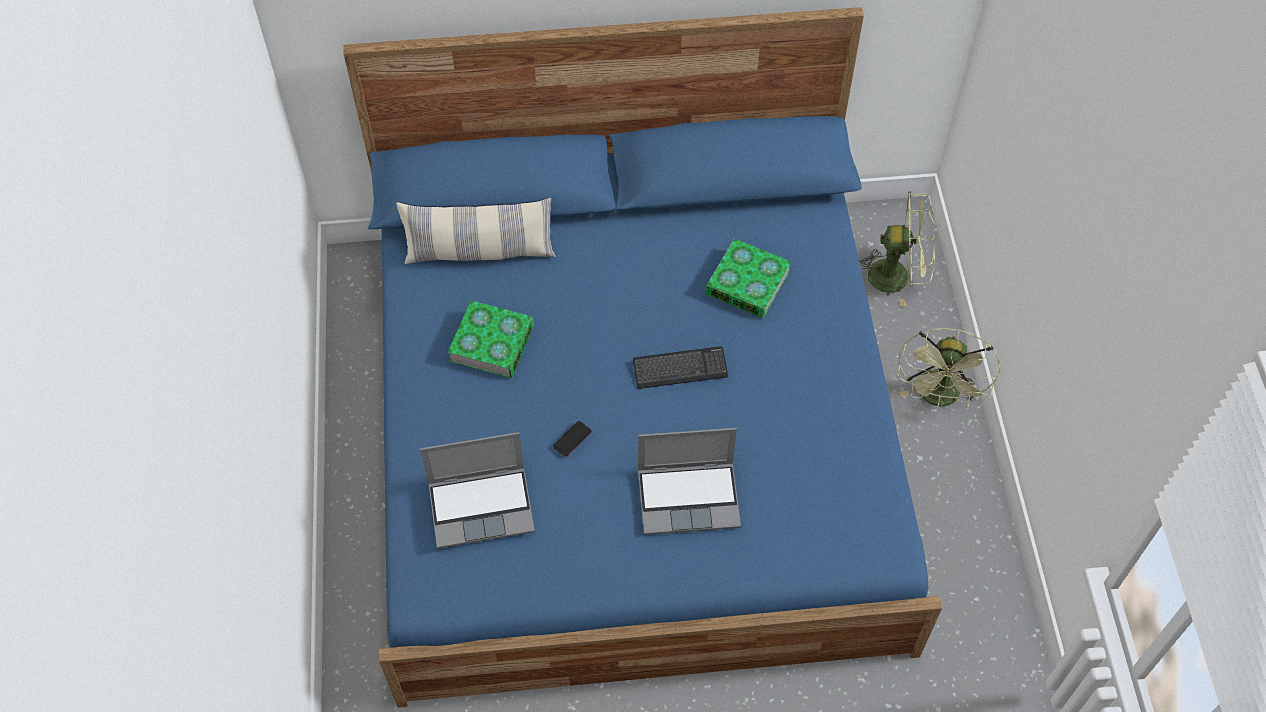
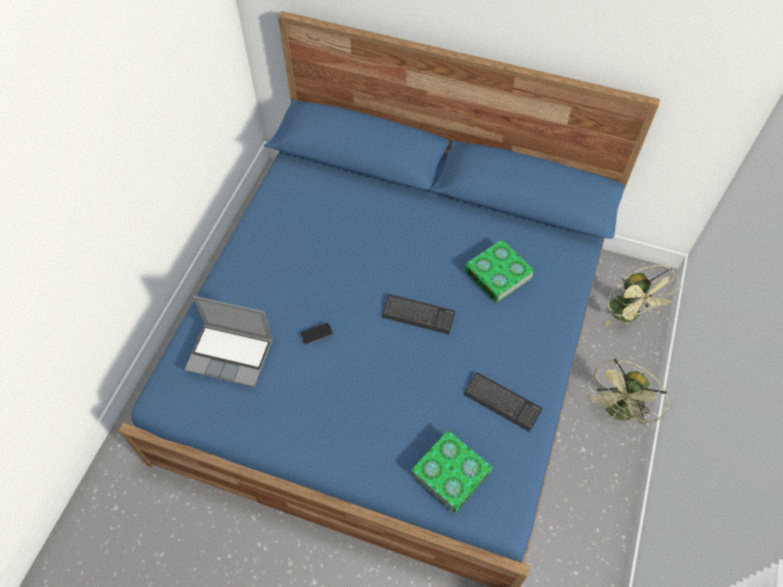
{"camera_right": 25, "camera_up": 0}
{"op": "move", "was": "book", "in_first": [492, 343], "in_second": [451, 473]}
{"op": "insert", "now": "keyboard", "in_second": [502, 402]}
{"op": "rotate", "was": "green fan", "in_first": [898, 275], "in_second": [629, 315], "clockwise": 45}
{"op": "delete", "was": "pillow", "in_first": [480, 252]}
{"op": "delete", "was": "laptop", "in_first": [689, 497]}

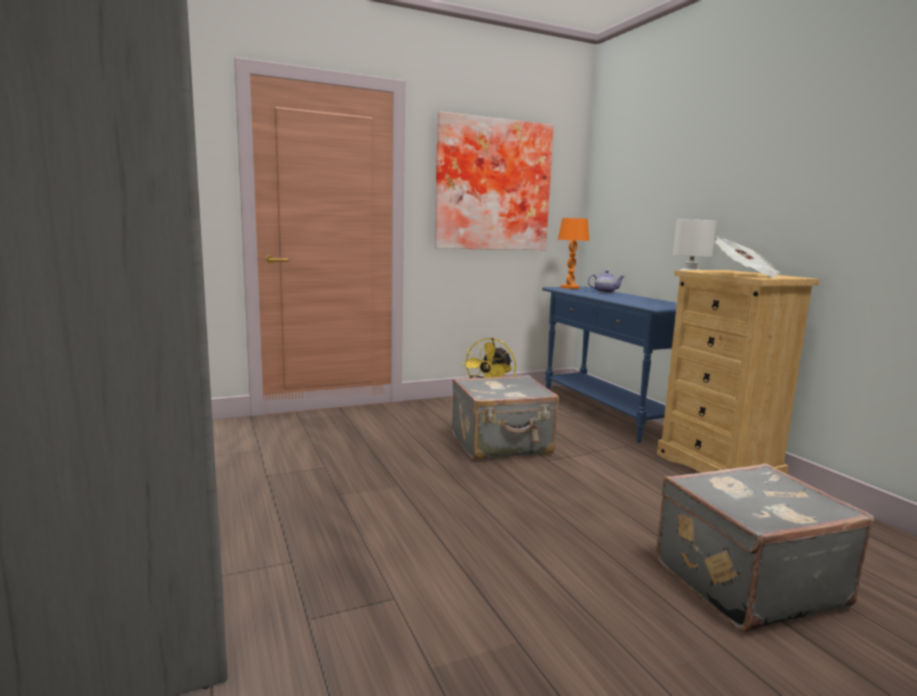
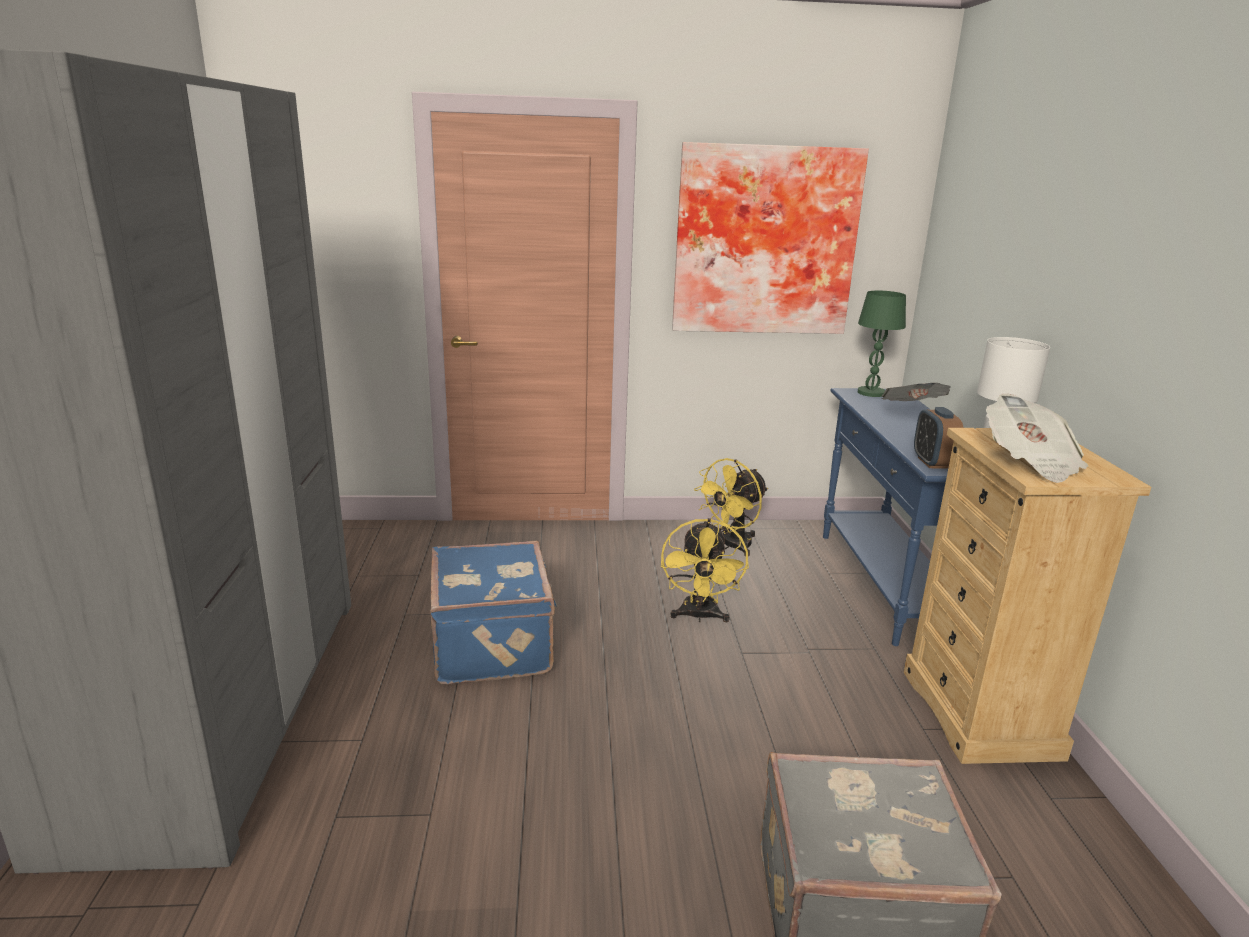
{"camera_right": 20, "camera_up": 10}
{"op": "insert", "now": "blue suitcase", "in_second": [494, 644]}
{"op": "replace", "was": "grey suitcase", "now": "yellow fan", "in_first": [502, 445], "in_second": [699, 616]}
{"op": "recolor", "was": "orange table lamp", "now": "green table lamp", "in_first": [570, 287], "in_second": [871, 393]}
{"op": "replace", "was": "teapot", "now": "newspaper", "in_first": [604, 291], "in_second": [911, 410]}
{"op": "insert", "now": "alarm clock", "in_second": [932, 462]}

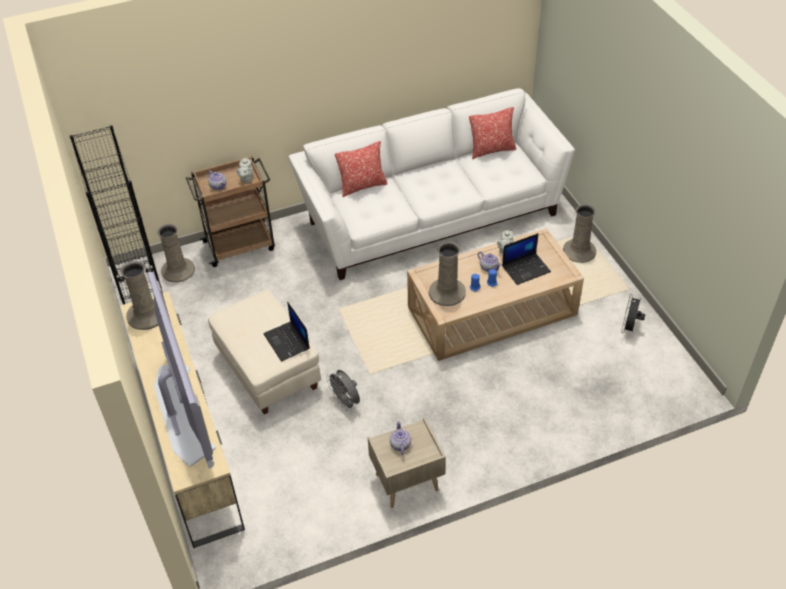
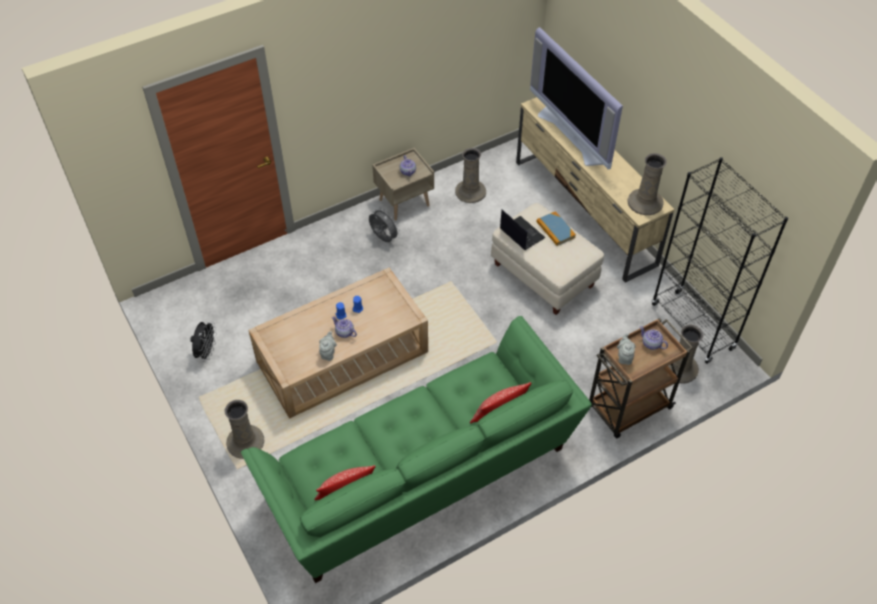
{"camera_right": 170, "camera_up": 5}
{"op": "recolor", "was": "white sofa", "now": "green sofa", "in_first": [431, 214], "in_second": [420, 478]}
{"op": "move", "was": "grey fan", "in_first": [346, 402], "in_second": [383, 238]}
{"op": "move", "was": "beige vase", "in_first": [446, 292], "in_second": [470, 192]}
{"op": "insert", "now": "book", "in_second": [555, 230]}
{"op": "delete", "was": "laptop", "in_first": [526, 268]}

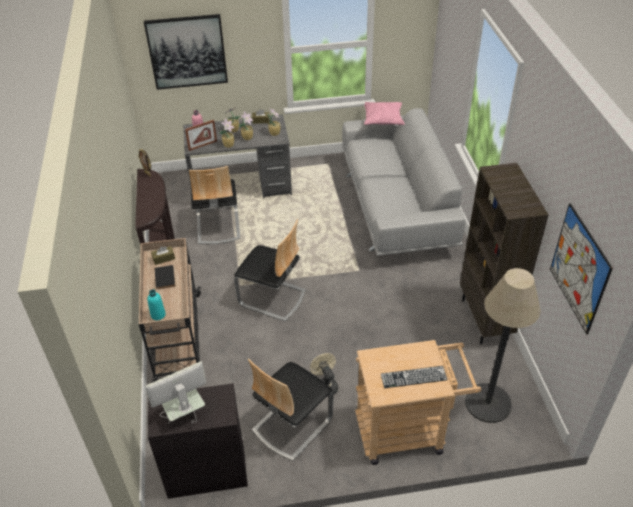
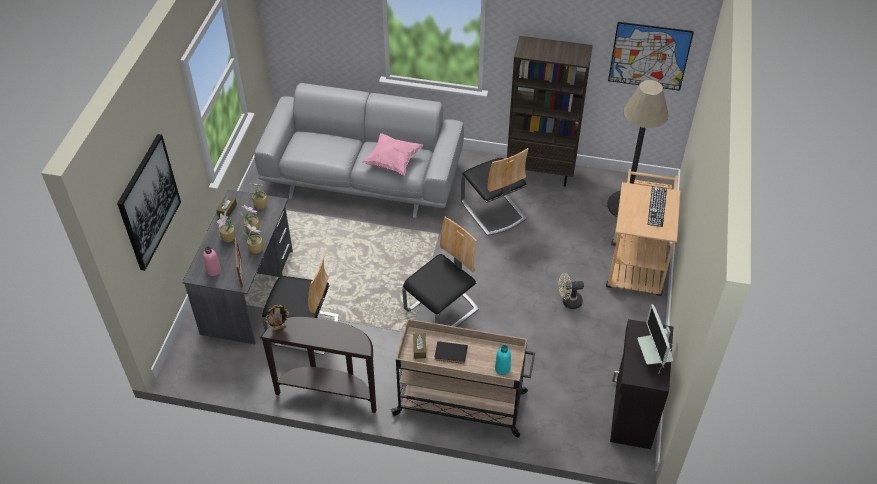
{"camera_right": -70, "camera_up": 5}
{"op": "move", "was": "pink pillow", "in_first": [383, 121], "in_second": [392, 161]}
{"op": "move", "was": "chair", "in_first": [291, 424], "in_second": [493, 211]}

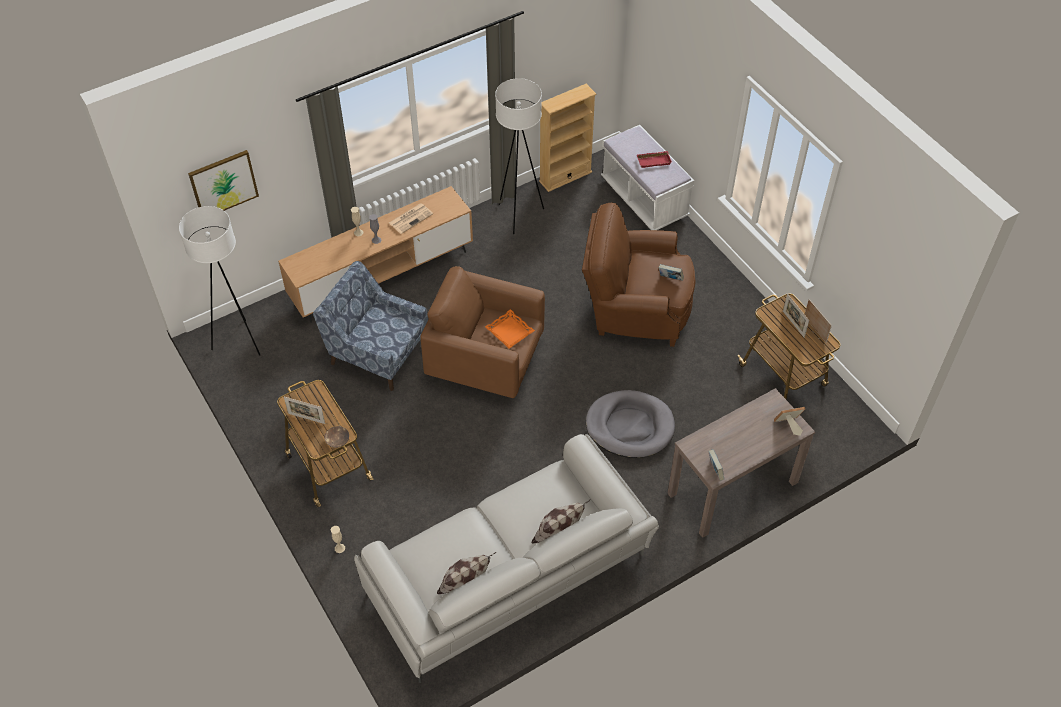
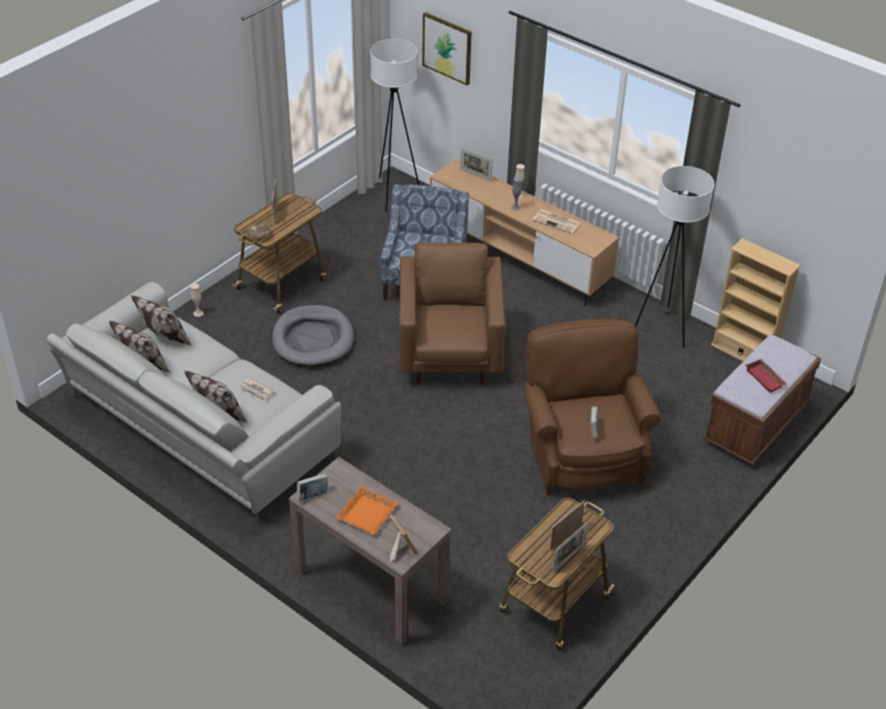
{"camera_right": 70, "camera_up": -10}
{"op": "insert", "now": "pillow", "in_second": [165, 340]}
{"op": "insert", "now": "newspaper", "in_second": [257, 391]}
{"op": "move", "was": "grey dog bed", "in_first": [630, 426], "in_second": [313, 339]}
{"op": "move", "was": "orange tray", "in_first": [509, 331], "in_second": [367, 513]}
{"op": "insert", "now": "picture frame", "in_second": [475, 175]}
{"op": "recolor", "was": "white bench", "now": "brown bench", "in_first": [644, 199], "in_second": [755, 425]}

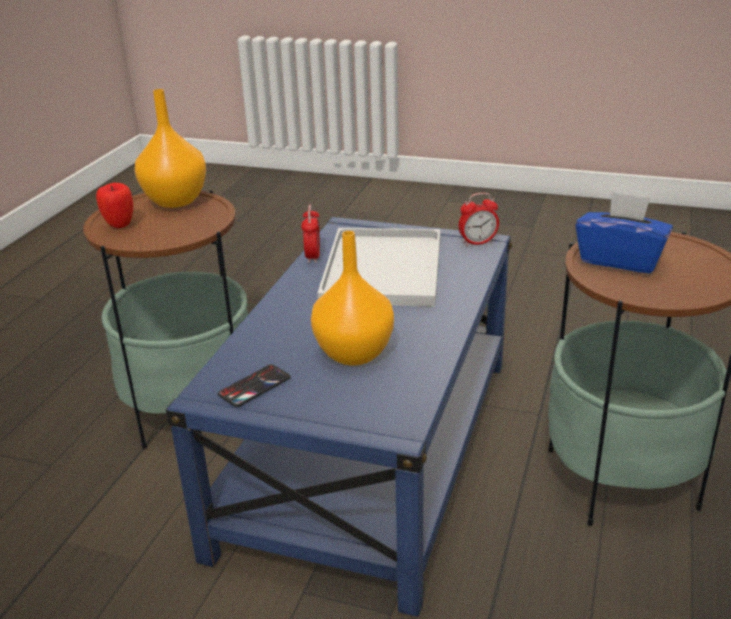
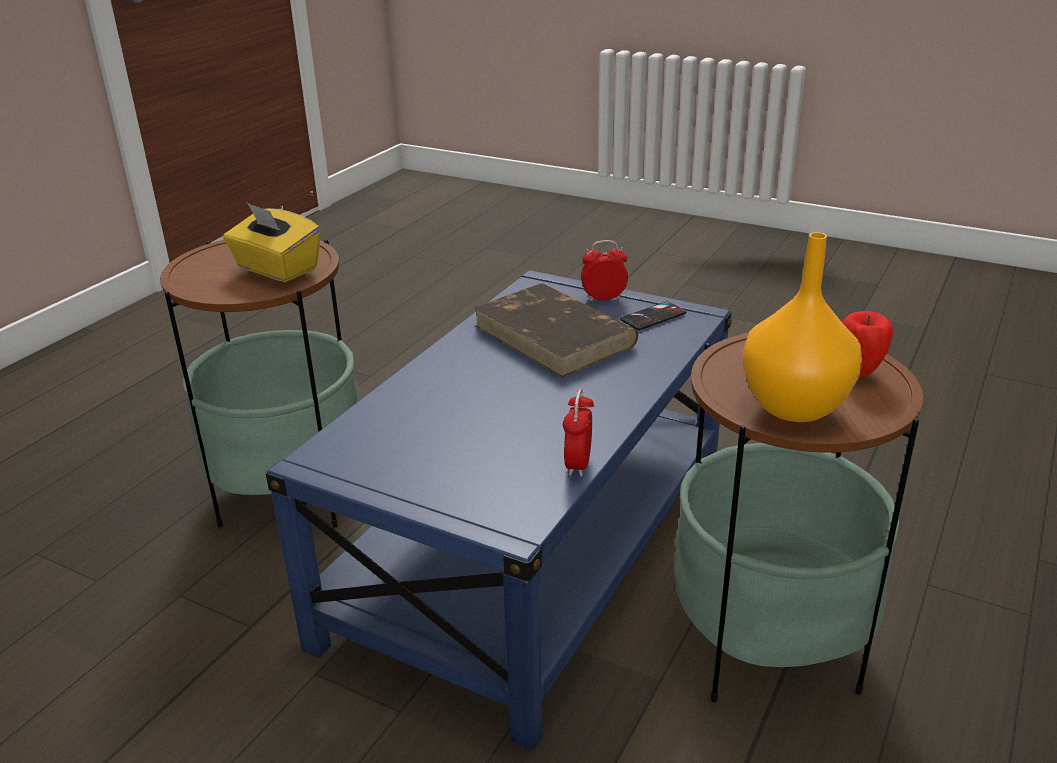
{"camera_right": -170, "camera_up": 0}
{"op": "recolor", "was": "blue tissue box", "now": "yellow tissue box", "in_first": [620, 259], "in_second": [276, 269]}
{"op": "replace", "was": "orange vase", "now": "brown book", "in_first": [354, 352], "in_second": [555, 336]}
{"op": "move", "was": "alarm clock", "in_first": [477, 243], "in_second": [604, 298]}
{"op": "delete", "was": "white tray", "in_first": [381, 267]}

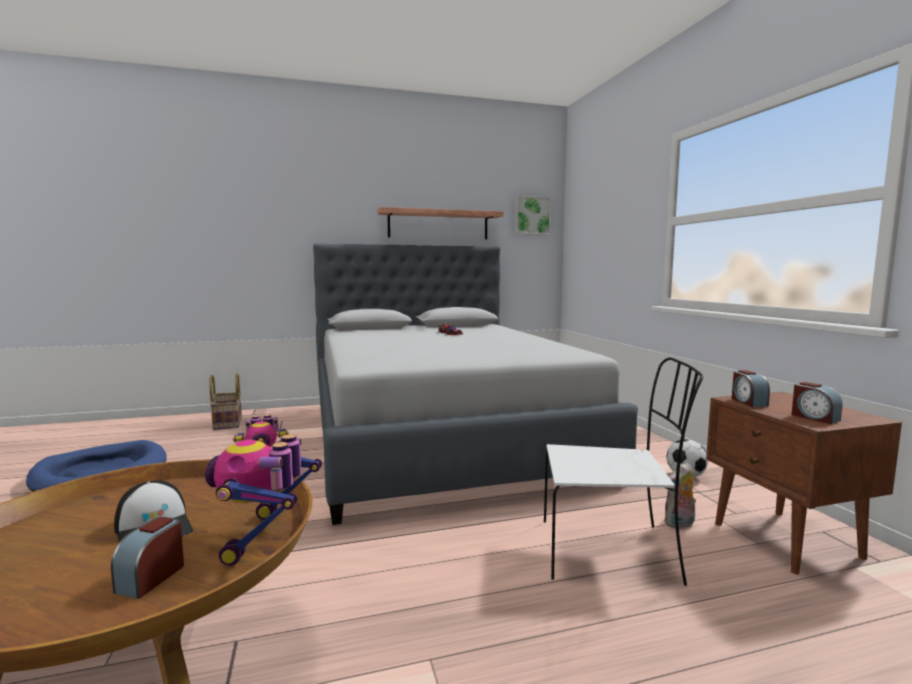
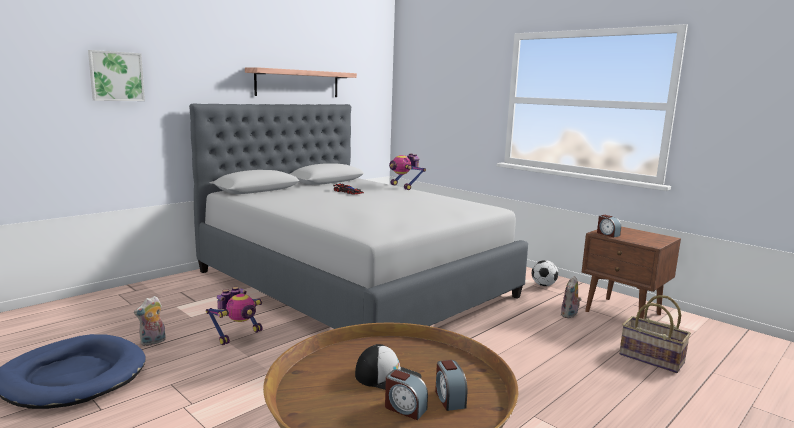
{"camera_right": -30, "camera_up": 5}
{"op": "move", "was": "picture", "in_first": [532, 216], "in_second": [116, 76]}
{"op": "insert", "now": "plush toy", "in_second": [153, 342]}
{"op": "move", "was": "alarm clock", "in_first": [814, 417], "in_second": [404, 408]}
{"op": "move", "was": "toy robot", "in_first": [265, 537], "in_second": [404, 187]}
{"op": "move", "was": "basket", "in_first": [227, 422], "in_second": [650, 359]}
{"op": "delete", "was": "white chair", "in_first": [611, 551]}

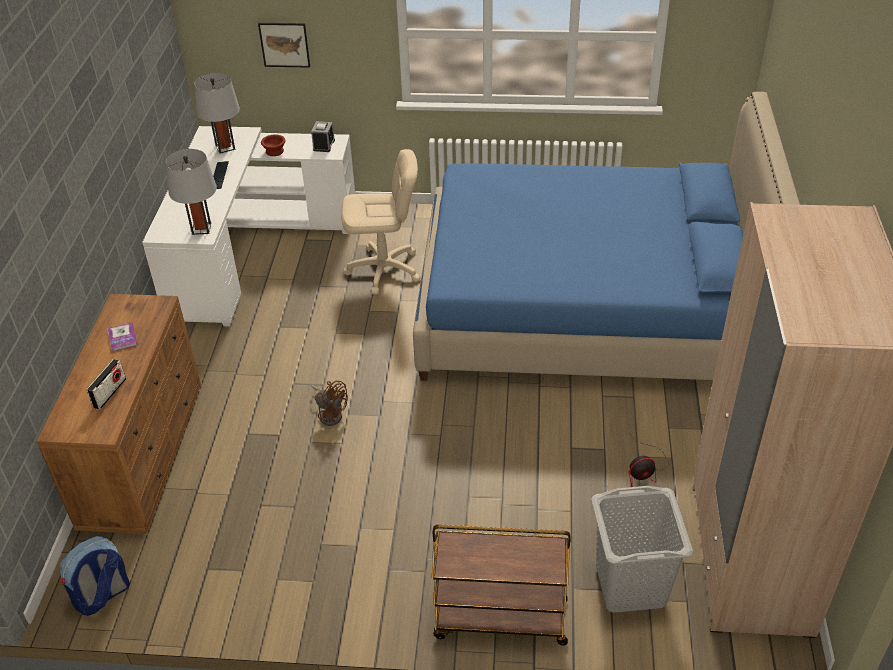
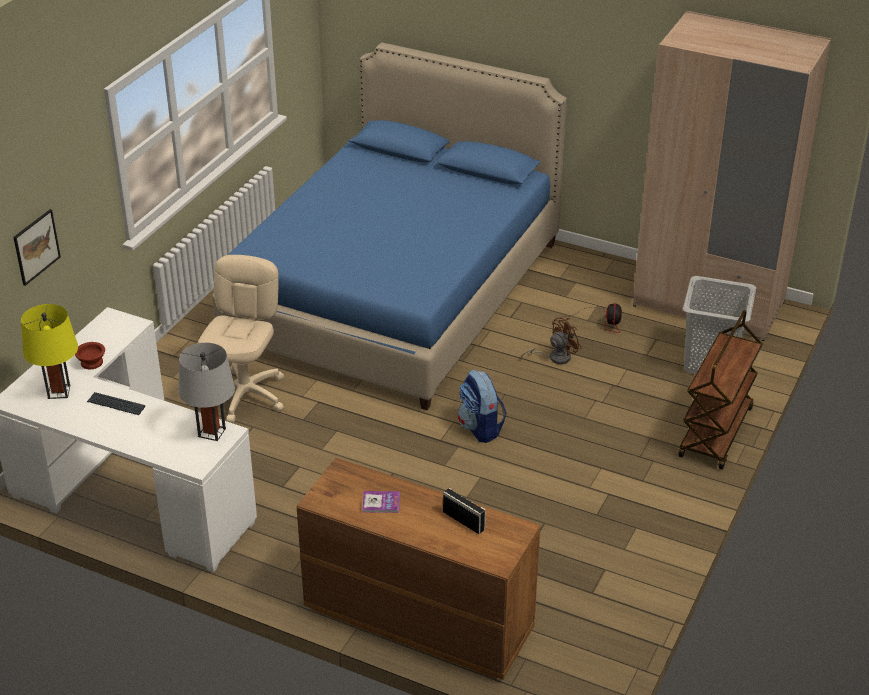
{"camera_right": -70, "camera_up": -5}
{"op": "recolor", "was": "grey table lamp", "now": "yellow table lamp", "in_first": [225, 147], "in_second": [59, 392]}
{"op": "move", "was": "backpack", "in_first": [103, 596], "in_second": [480, 428]}
{"op": "move", "was": "brown fan", "in_first": [330, 414], "in_second": [554, 357]}
{"op": "delete", "was": "alarm clock", "in_first": [324, 145]}

